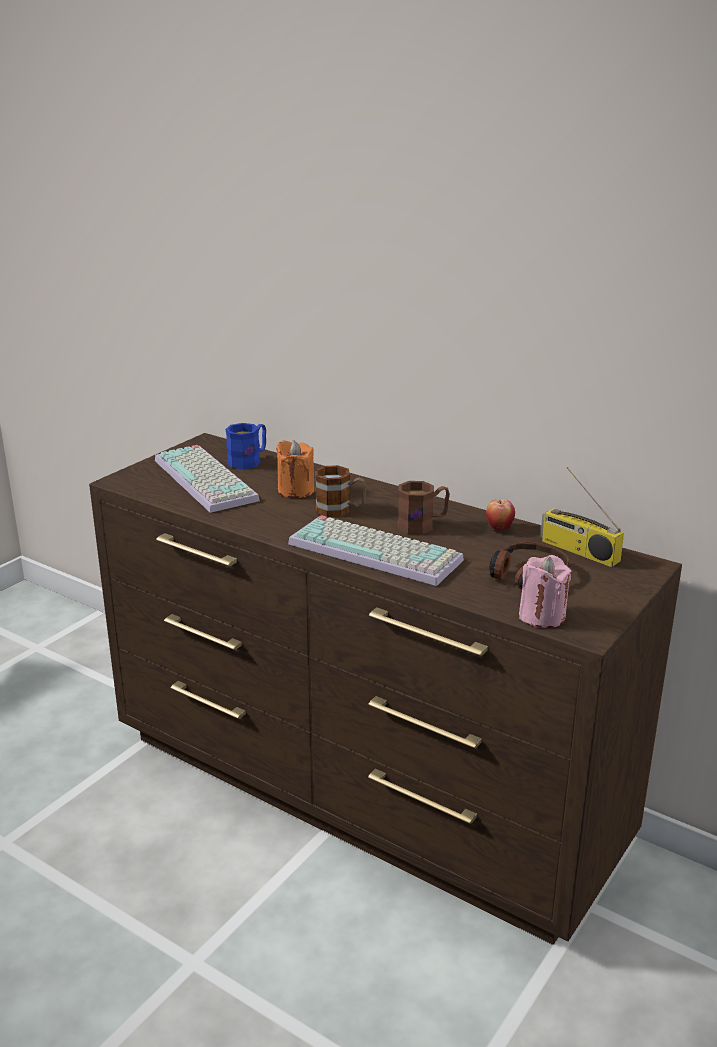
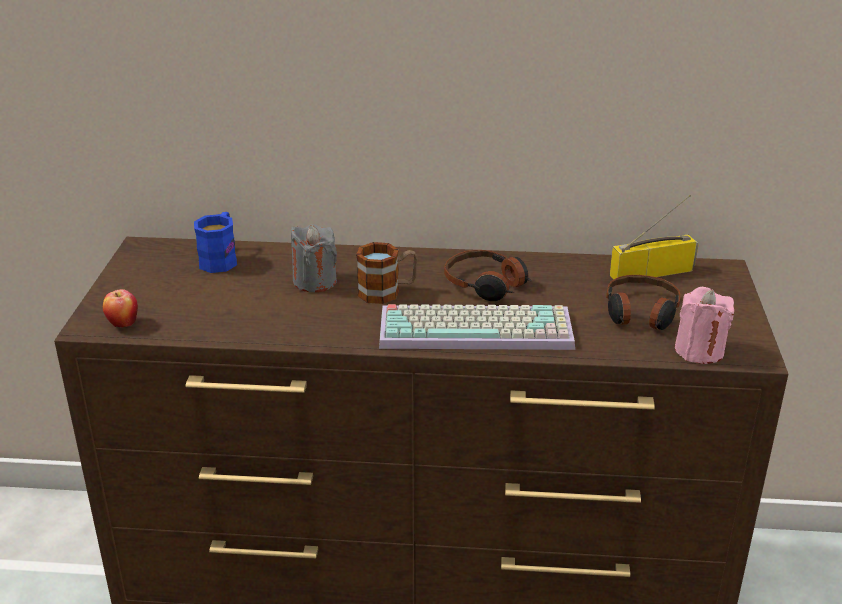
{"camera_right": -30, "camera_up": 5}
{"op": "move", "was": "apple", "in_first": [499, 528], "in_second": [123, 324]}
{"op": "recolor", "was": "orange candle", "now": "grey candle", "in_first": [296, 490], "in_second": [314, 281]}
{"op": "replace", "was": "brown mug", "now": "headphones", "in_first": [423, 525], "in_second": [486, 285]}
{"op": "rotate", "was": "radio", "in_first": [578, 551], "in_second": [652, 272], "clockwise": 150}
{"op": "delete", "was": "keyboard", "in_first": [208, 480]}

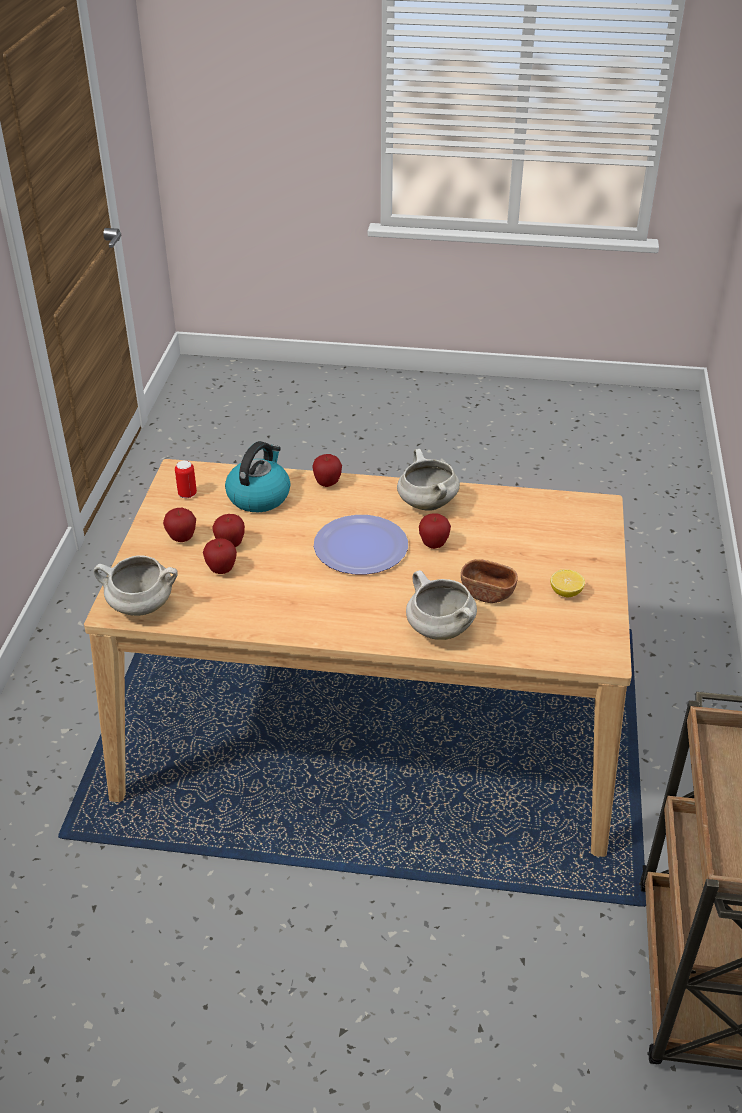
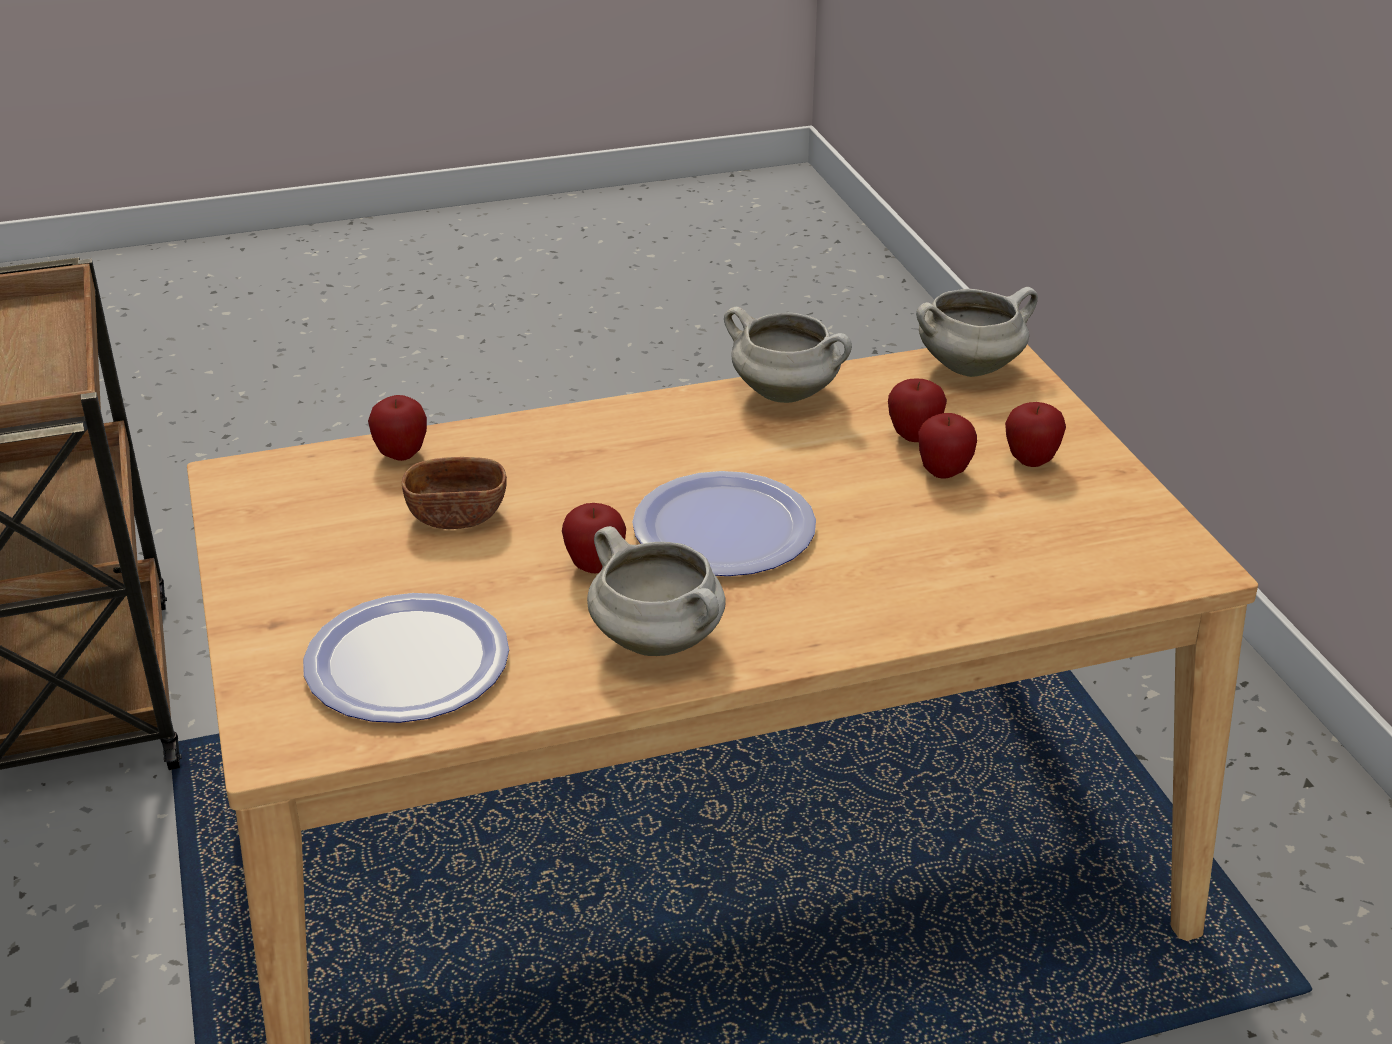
{"camera_right": 155, "camera_up": -5}
{"op": "insert", "now": "plate", "in_second": [407, 661]}
{"op": "move", "was": "apple", "in_first": [327, 483], "in_second": [401, 455]}
{"op": "move", "was": "white cooking pot", "in_first": [438, 630], "in_second": [787, 393]}
{"op": "delete", "was": "can", "in_first": [187, 494]}
{"op": "delete", "was": "kettle", "in_first": [259, 496]}
{"op": "delete", "was": "lemon", "in_first": [565, 592]}

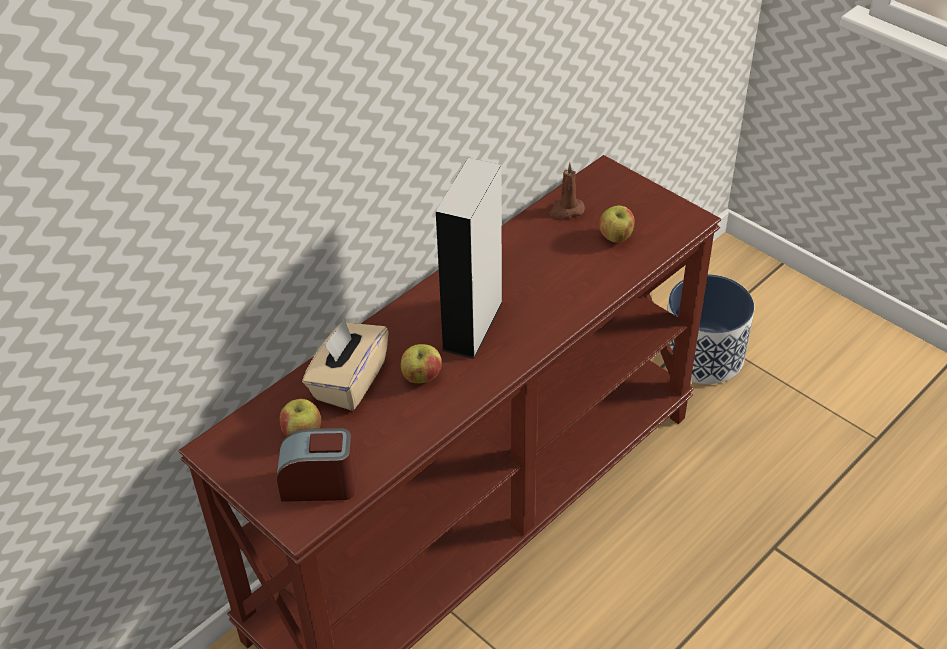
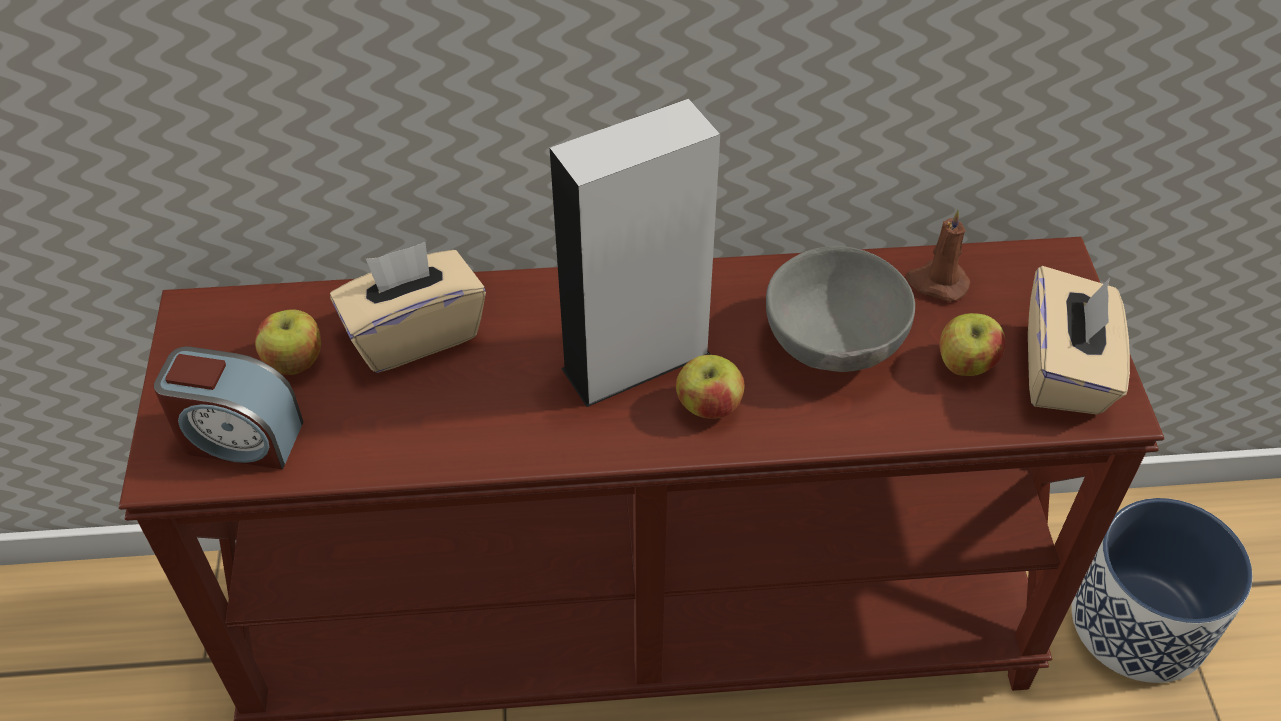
{"camera_right": 40, "camera_up": 5}
{"op": "rotate", "was": "alarm clock", "in_first": [319, 484], "in_second": [239, 437], "clockwise": 150}
{"op": "move", "was": "apple", "in_first": [422, 377], "in_second": [709, 407]}
{"op": "insert", "now": "grey bowl", "in_second": [832, 346]}
{"op": "insert", "now": "beige tissue box", "in_second": [1065, 370]}

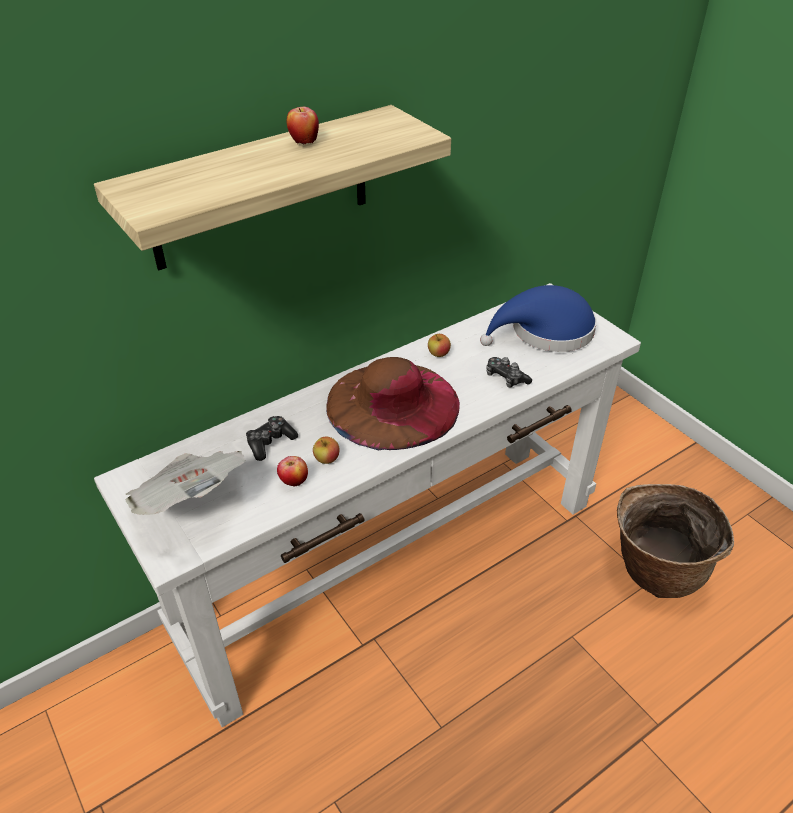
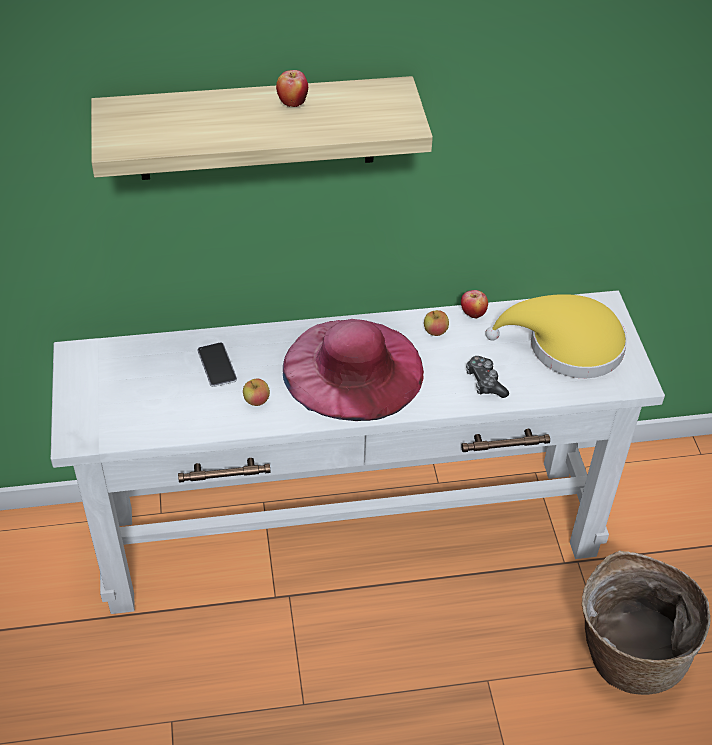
{"camera_right": 25, "camera_up": 5}
{"op": "replace", "was": "game controller", "now": "phone", "in_first": [270, 442], "in_second": [217, 365]}
{"op": "recolor", "was": "brown hat", "now": "pink hat", "in_first": [392, 404], "in_second": [353, 368]}
{"op": "move", "was": "apple", "in_first": [294, 482], "in_second": [472, 314]}
{"op": "recolor", "was": "blue hat", "now": "yellow hat", "in_first": [545, 332], "in_second": [567, 346]}
{"op": "delete", "was": "newspaper", "in_first": [190, 500]}

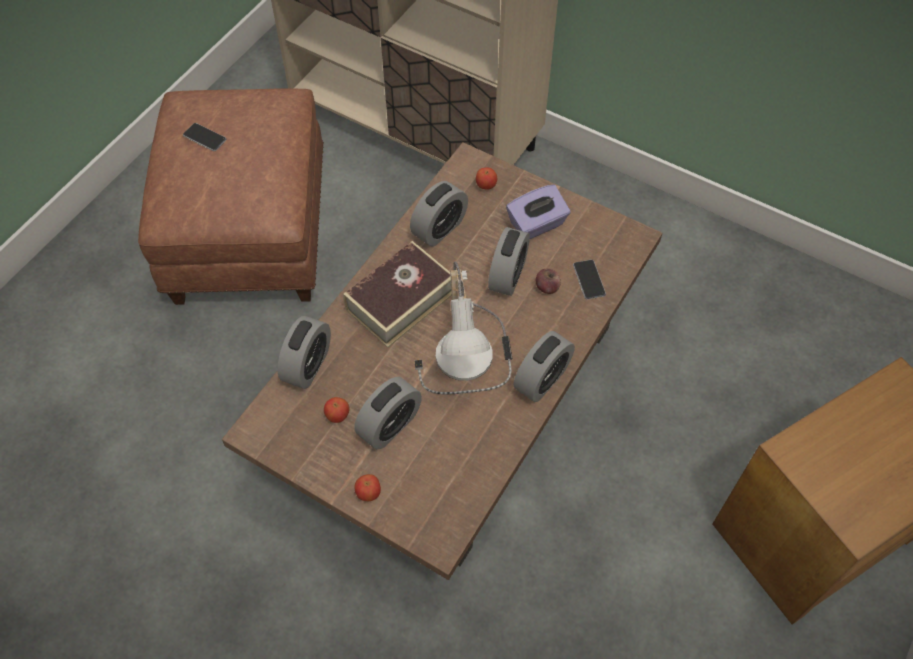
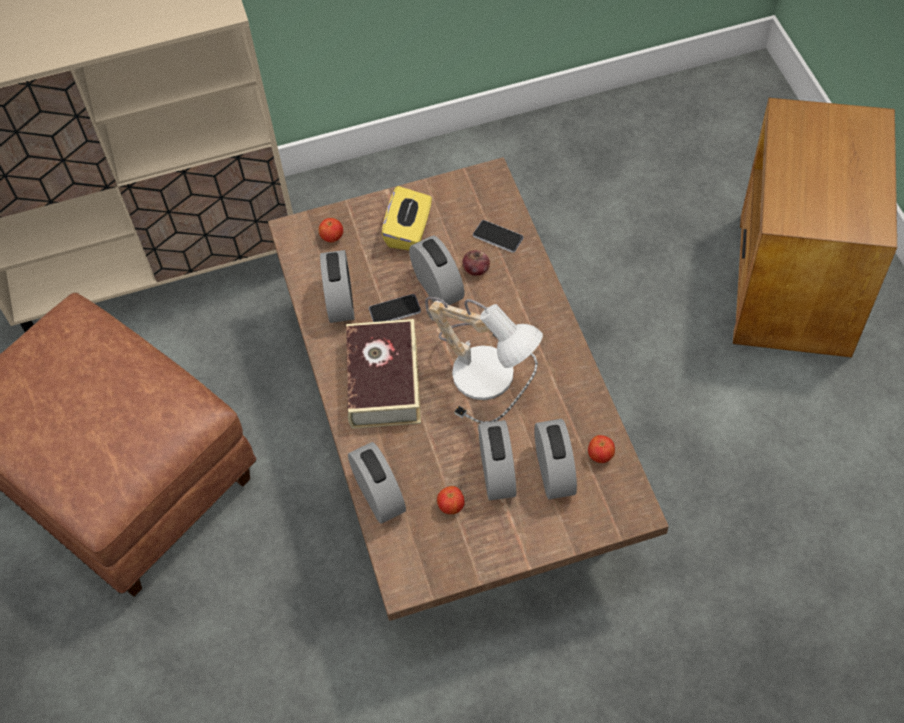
{"camera_right": -45, "camera_up": 0}
{"op": "move", "was": "phone", "in_first": [204, 138], "in_second": [395, 310]}
{"op": "recolor", "was": "purple tissue box", "now": "yellow tissue box", "in_first": [537, 224], "in_second": [409, 231]}
{"op": "move", "was": "alarm clock", "in_first": [542, 379], "in_second": [554, 472]}
{"op": "move", "was": "apple", "in_first": [368, 493], "in_second": [600, 455]}

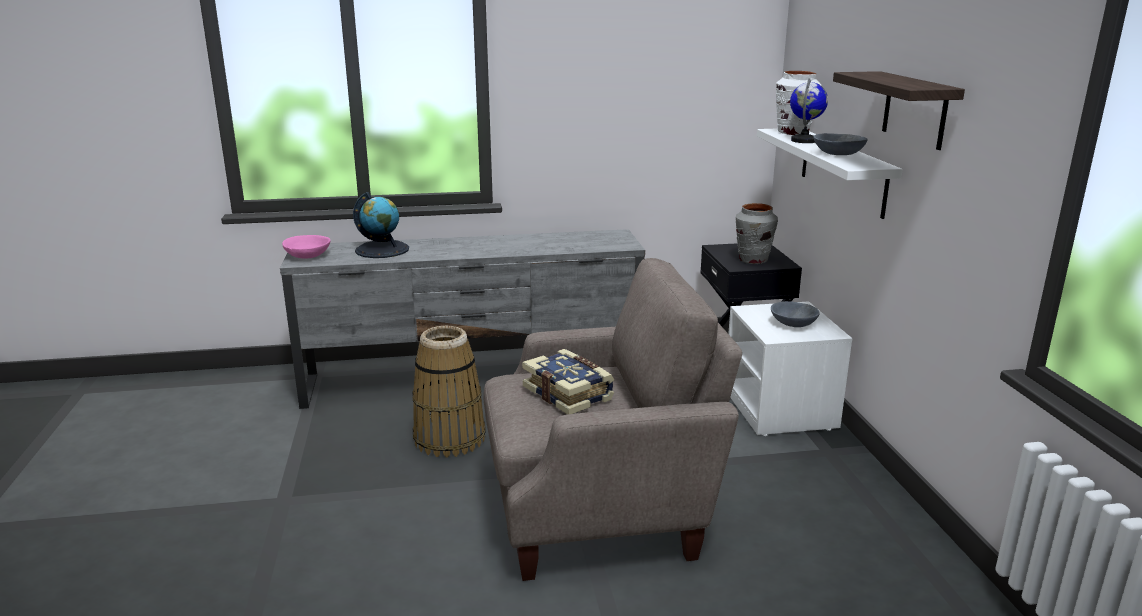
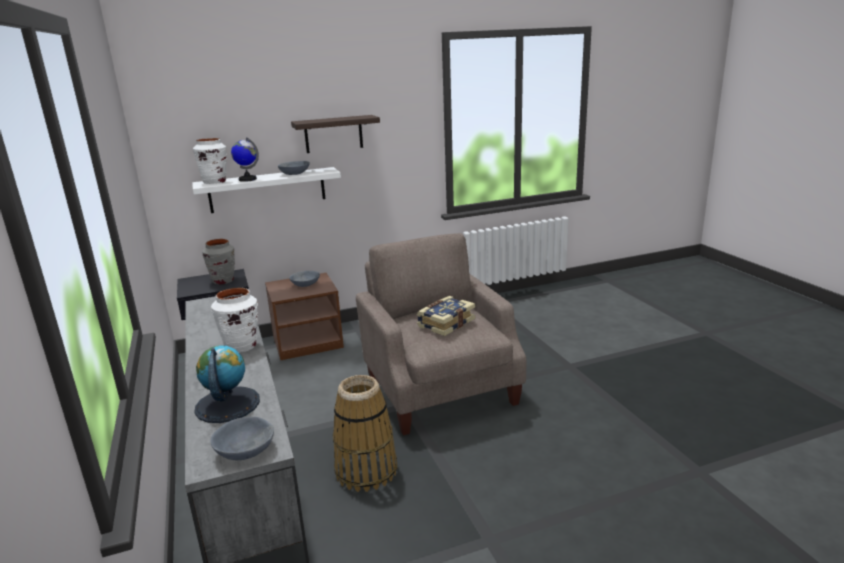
{"camera_right": -100, "camera_up": 0}
{"op": "recolor", "was": "pink bowl", "now": "grey bowl", "in_first": [308, 255], "in_second": [244, 450]}
{"op": "insert", "now": "white vase", "in_second": [241, 346]}
{"op": "recolor", "was": "white nightstand", "now": "brown nightstand", "in_first": [781, 409], "in_second": [308, 342]}

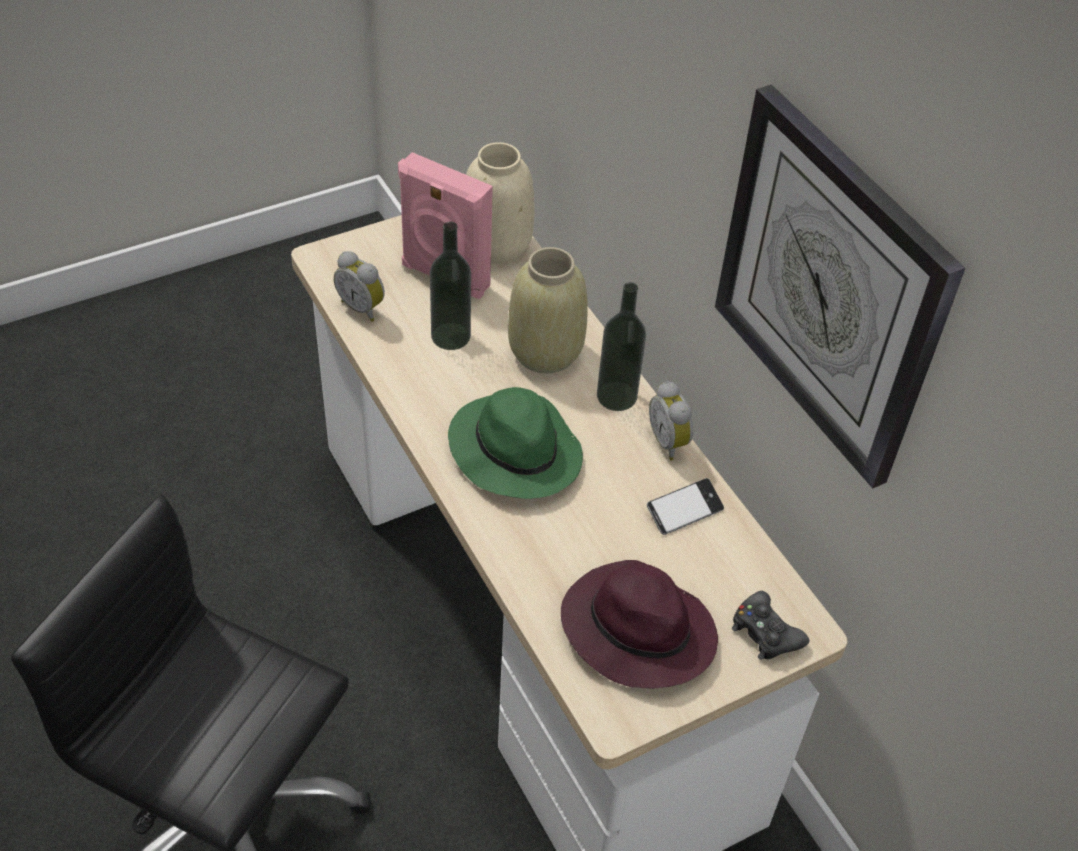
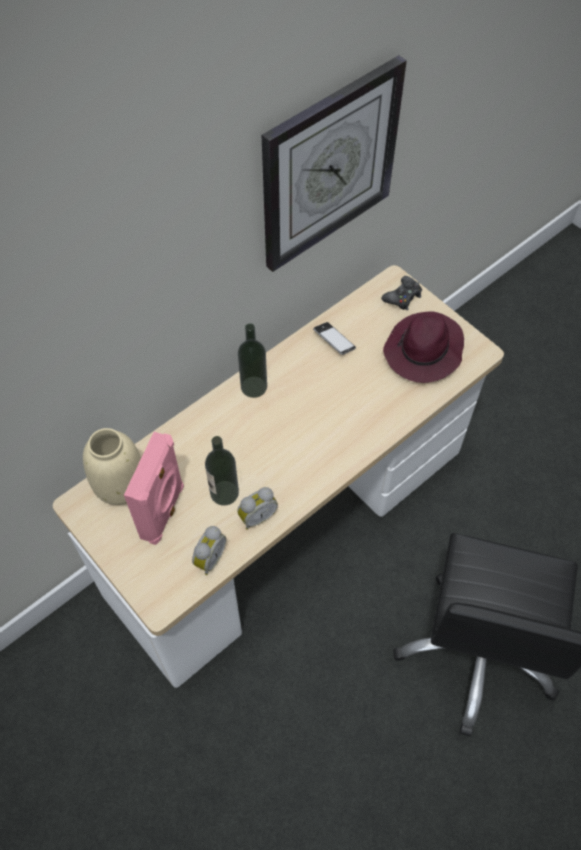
{"camera_right": -100, "camera_up": 10}
{"op": "move", "was": "alarm clock", "in_first": [670, 442], "in_second": [257, 516]}
{"op": "delete", "was": "green hat", "in_first": [514, 450]}
{"op": "delete", "was": "beige vase", "in_first": [546, 351]}

